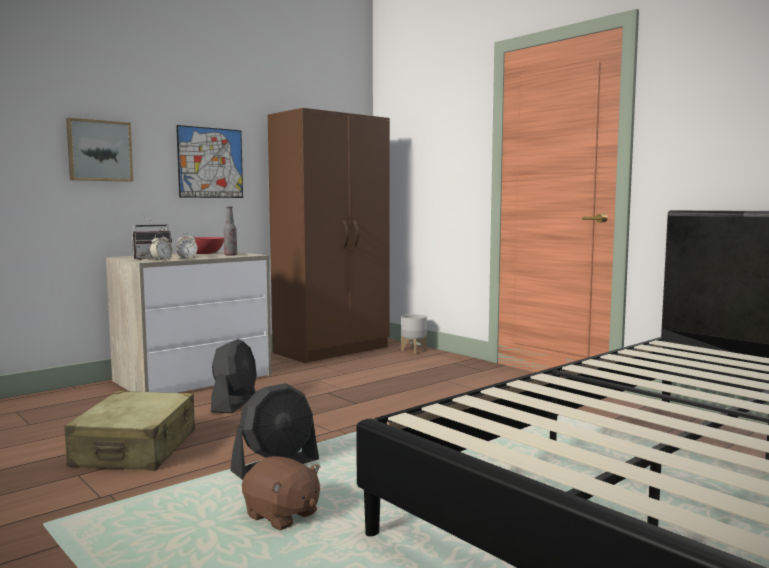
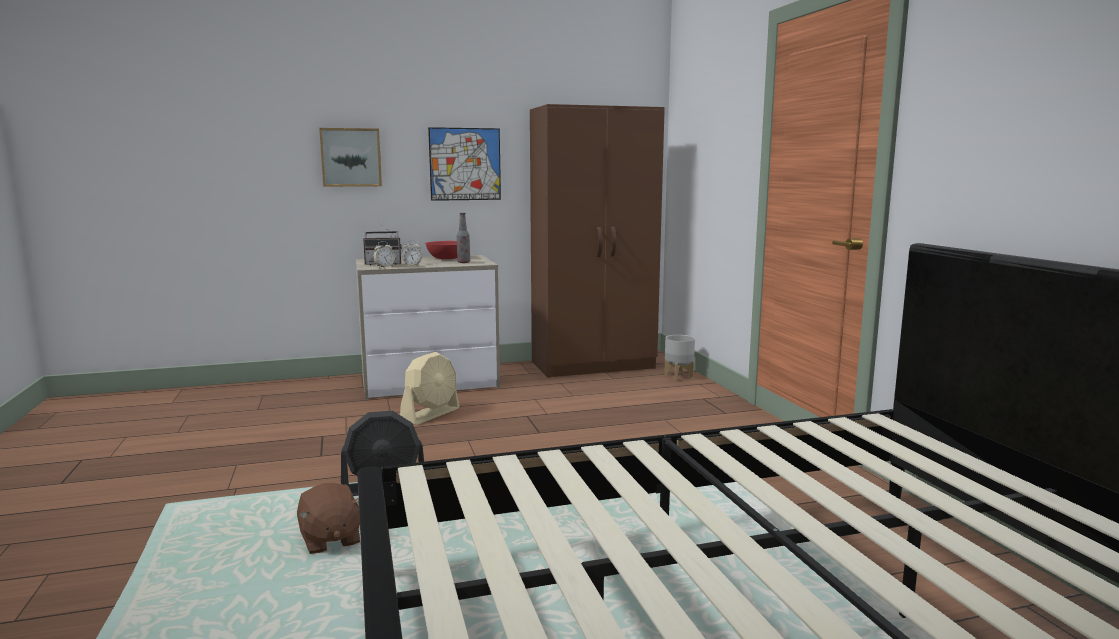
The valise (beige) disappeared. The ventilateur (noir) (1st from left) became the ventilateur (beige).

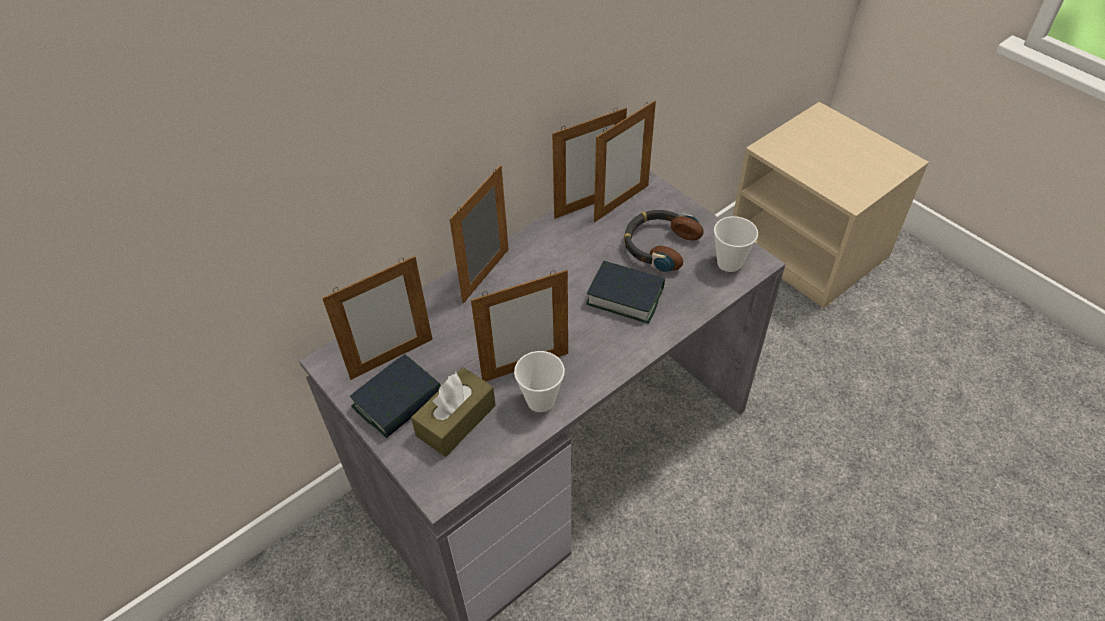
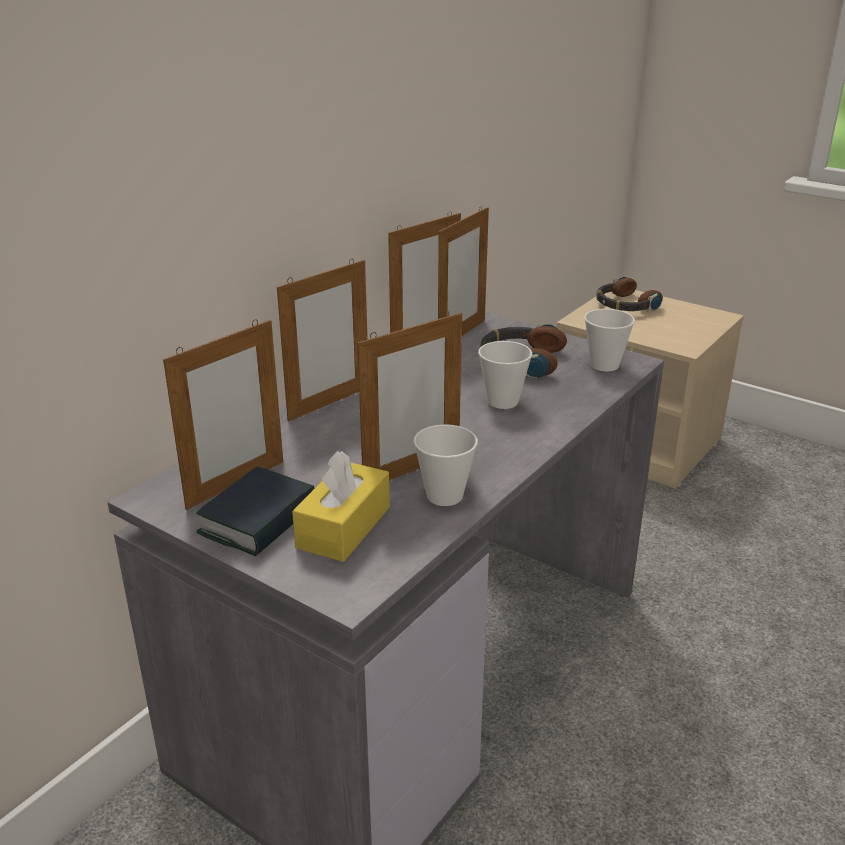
The boîte à mouchoirs (marron) became the boîte à mouchoirs (jaune). The cadre photo (2nd from left) turned 150 degrees counterclockwise. The livre (2nd from left) was replaced by the tasse (2nd from left). The casque audio (2nd from left) appeared.

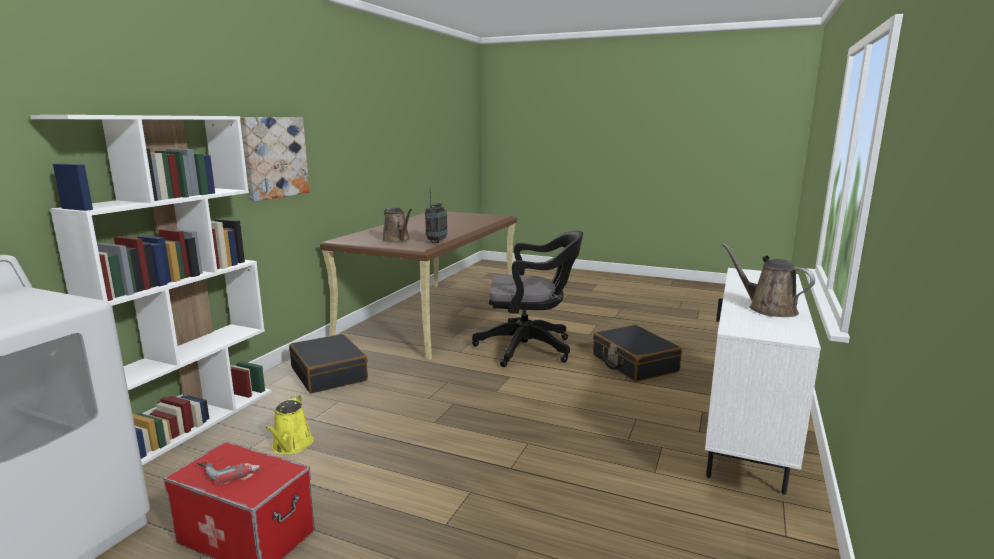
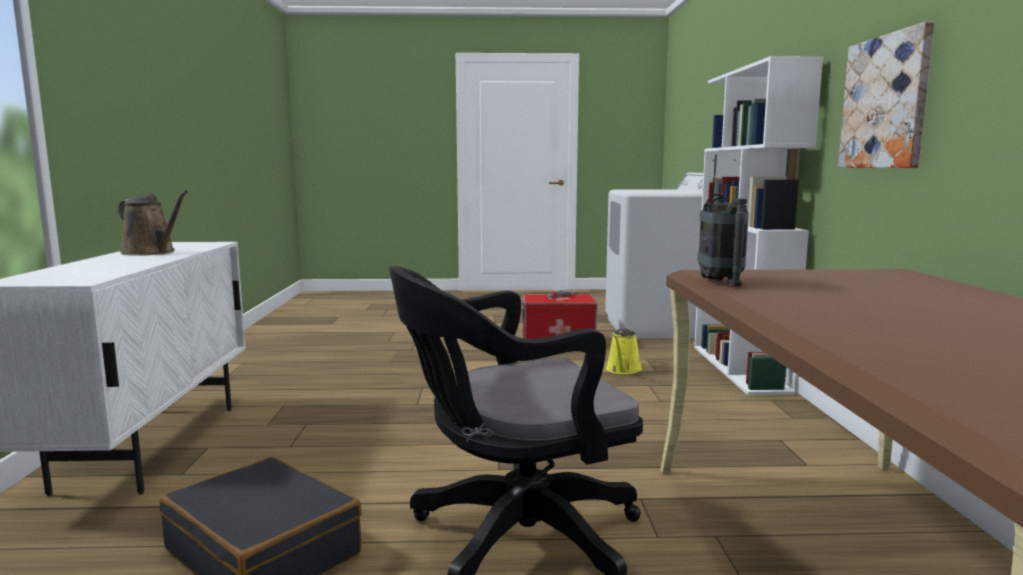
The arrosoir (jaune) turned 135 degrees counterclockwise. The valise (noir) (1st from left) disappeared. The arrosoir (marron) (1st from left) disappeared.

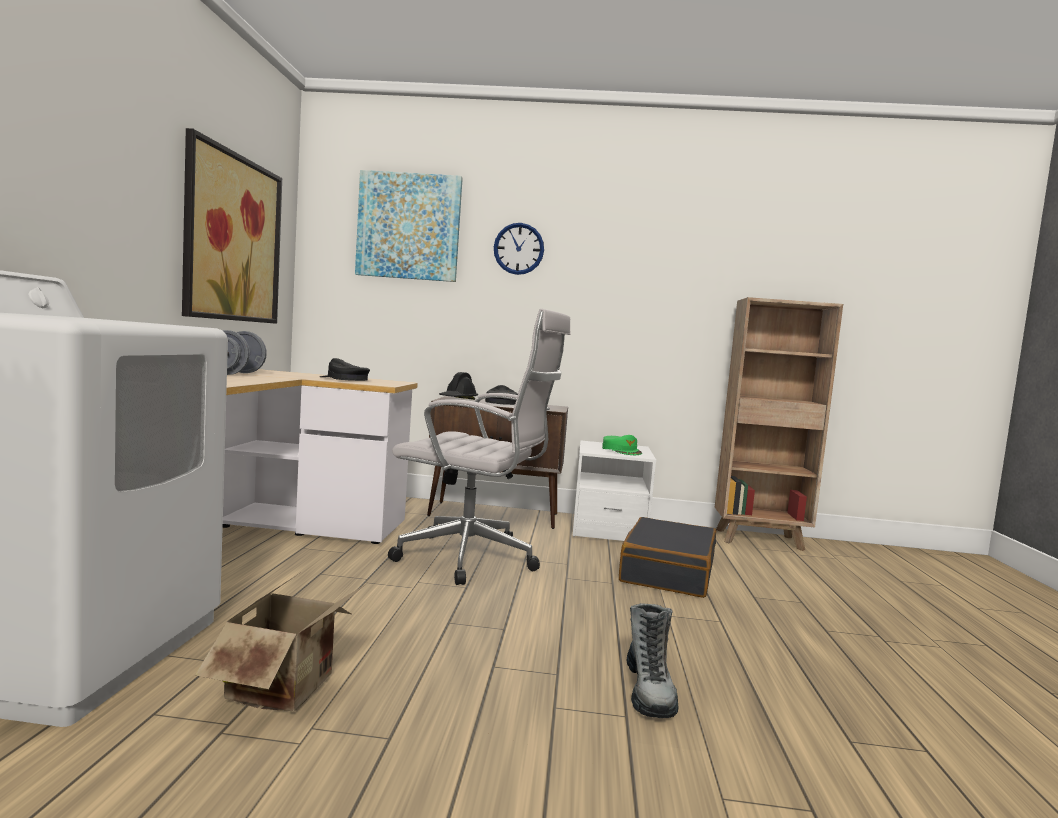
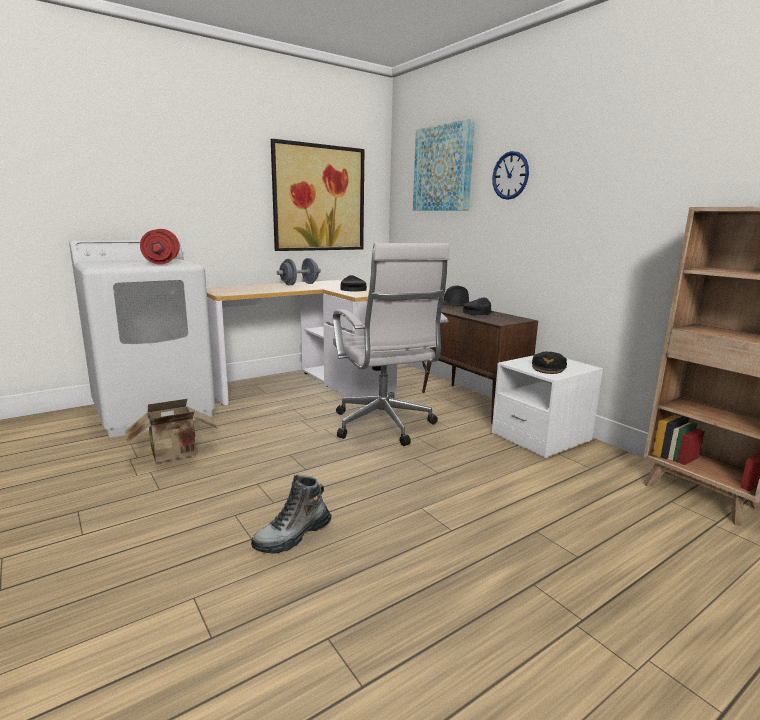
The casquette (vert) became the casquette (noir) (3rd from left). The valise (noir) disappeared. The haltère (rouge) appeared.

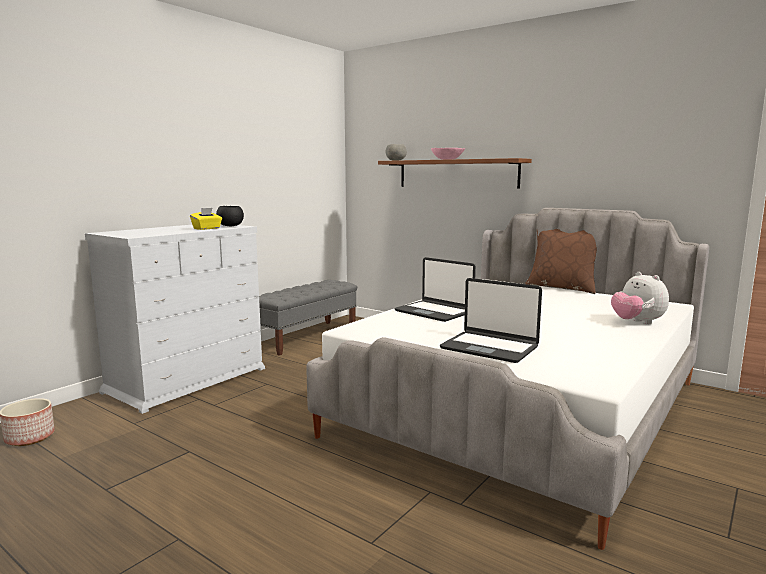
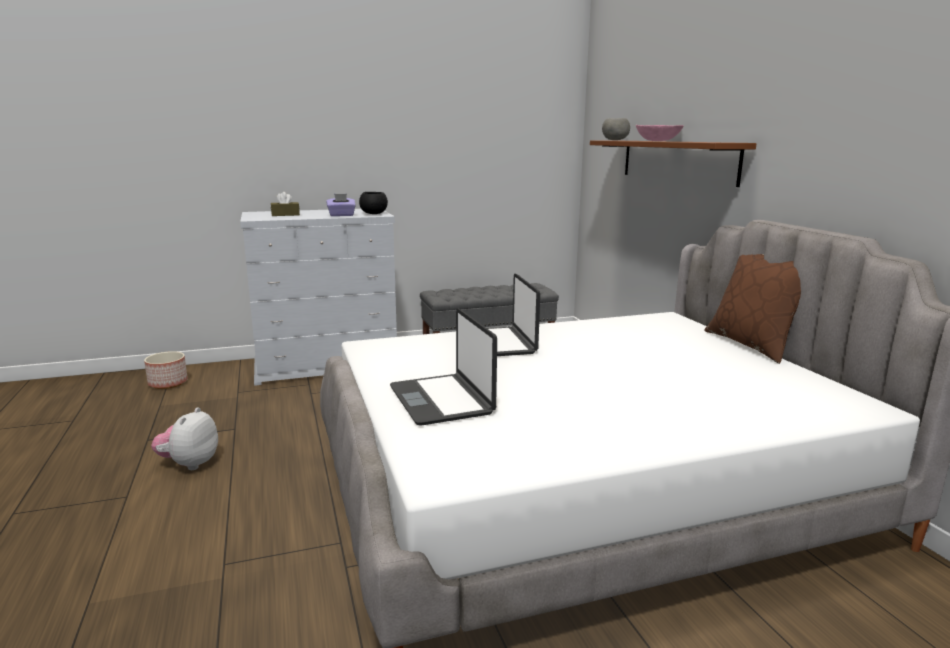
The boîte à mouchoirs (jaune) became the boîte à mouchoirs (violet). The peluche moved. The boîte à mouchoirs (marron) appeared.

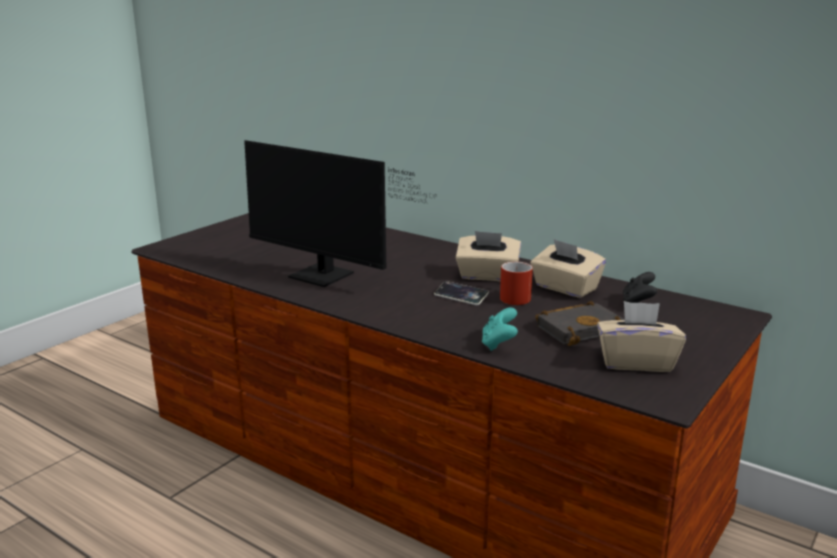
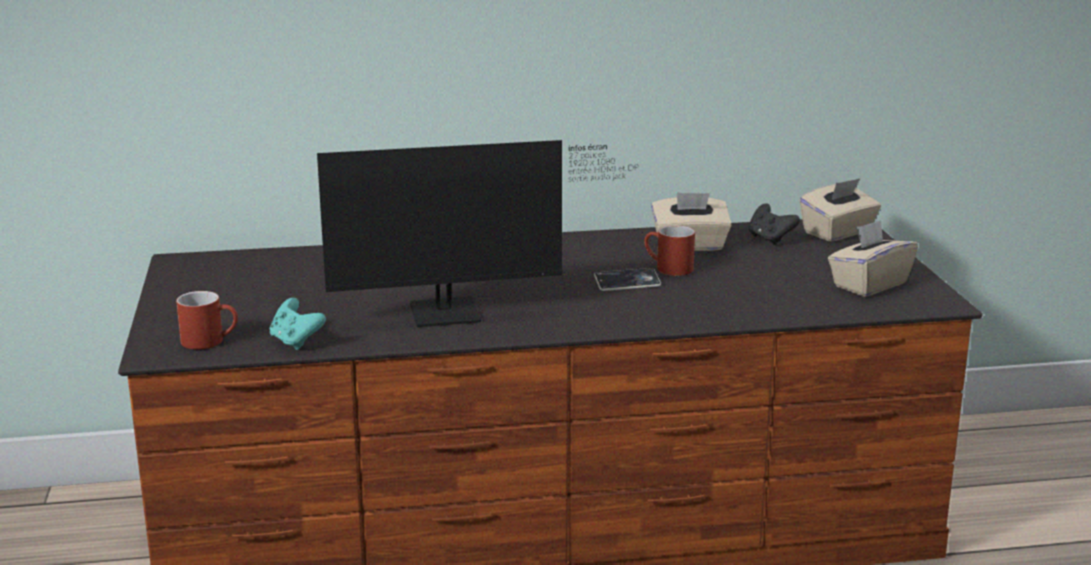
The boîte à mouchoirs (beige) (1st from left in the first image) moved. The manette (turquoise) moved. The livre (noir) disappeared. The mug (rouge) (1st from left) appeared.

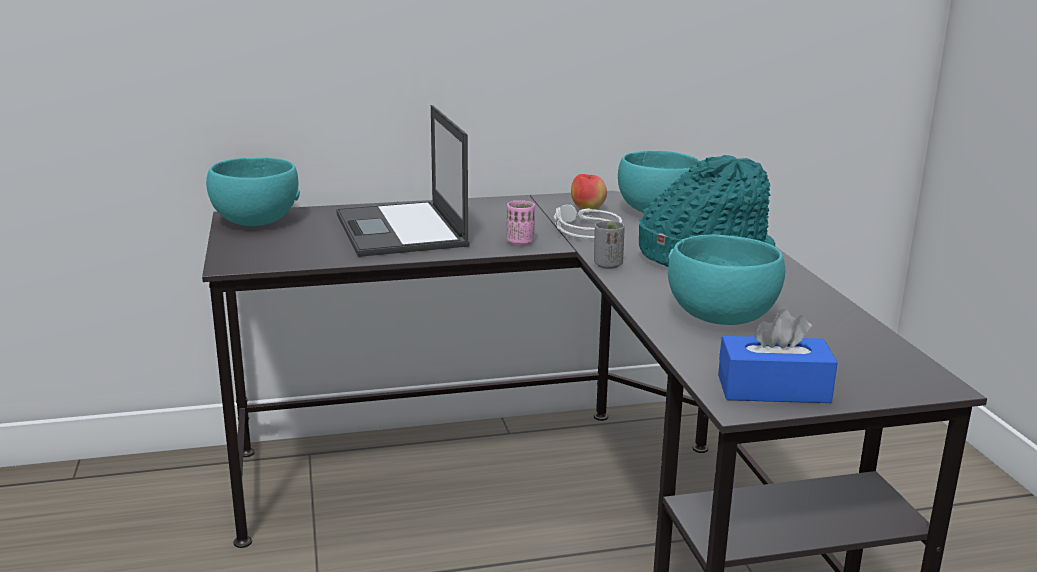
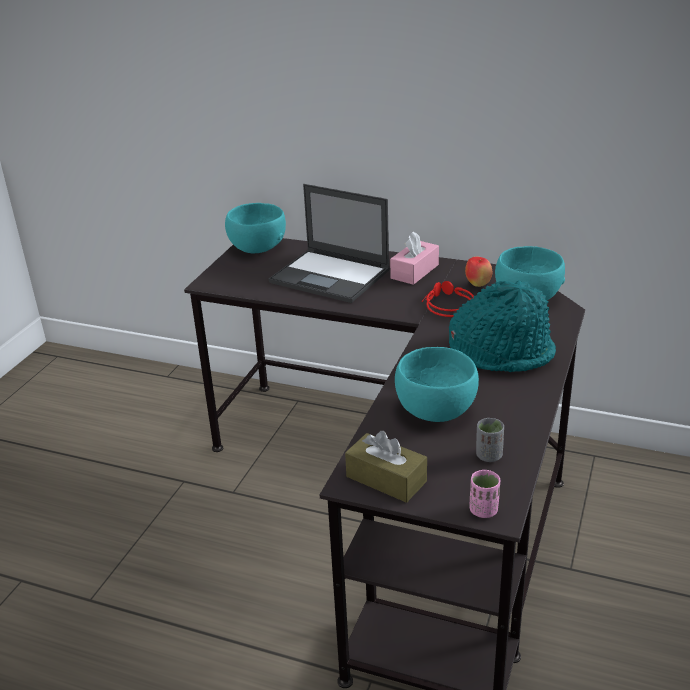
The ordinateur portable turned 75 degrees counterclockwise. The tasse (rose) moved. The casque audio (gris) became the casque audio (rouge). The tasse (gris) moved. The boîte à mouchoirs (bleu) became the boîte à mouchoirs (marron). The boîte à mouchoirs (rose) appeared.

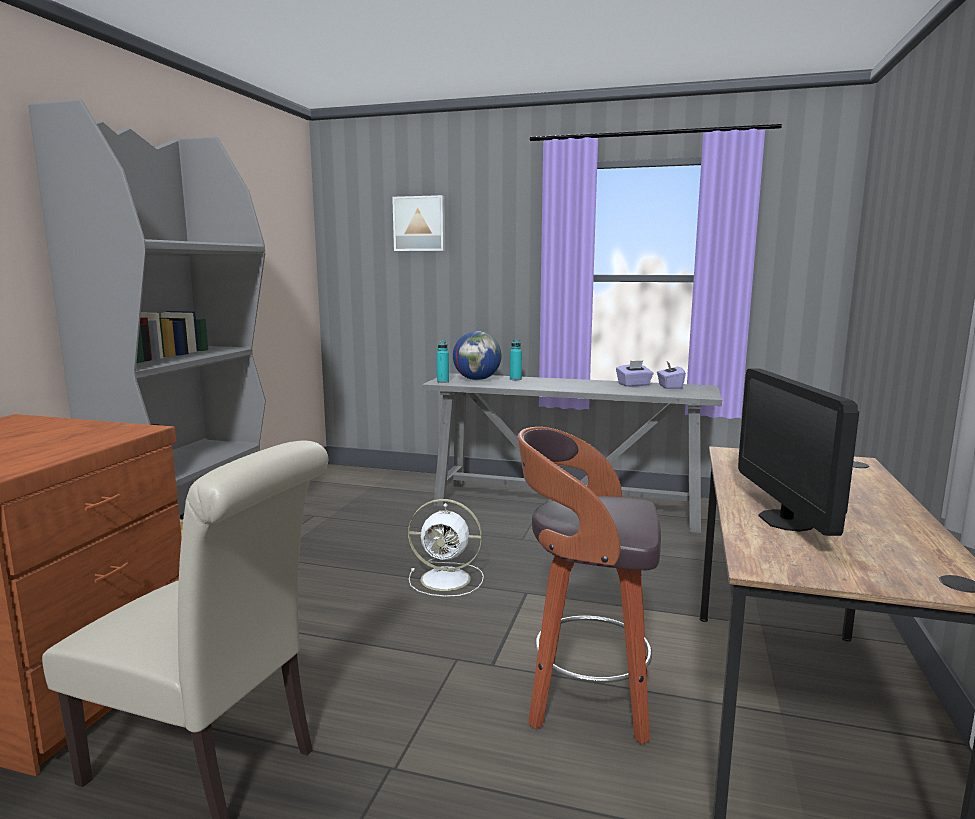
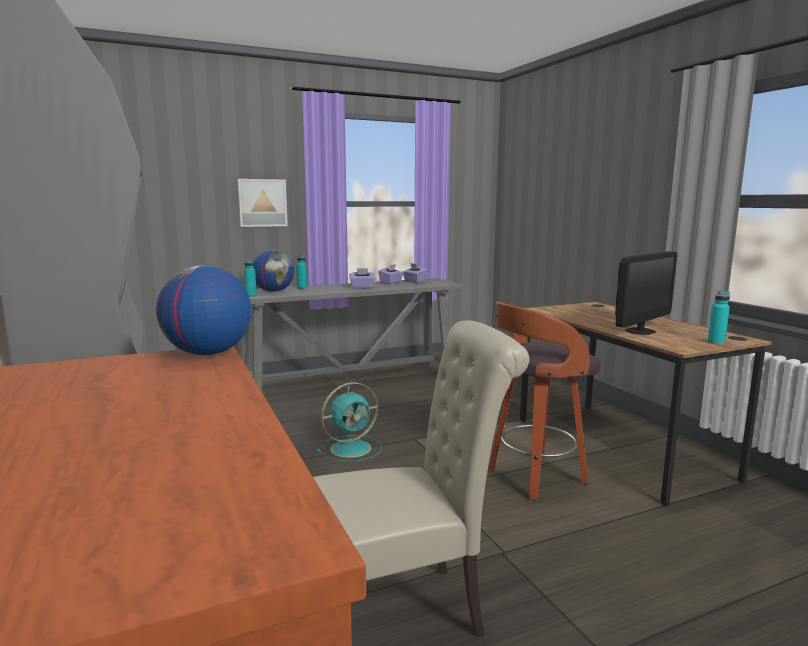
The tableau moved. The ventilateur (blanc) became the ventilateur (turquoise). The écran d'ordinateur turned 90 degrees counterclockwise. The globe (1st from left) appeared. The boîte à mouchoirs (violet) (1st from left) appeared. The bouteille (turquoise) (3rd from left) appeared.

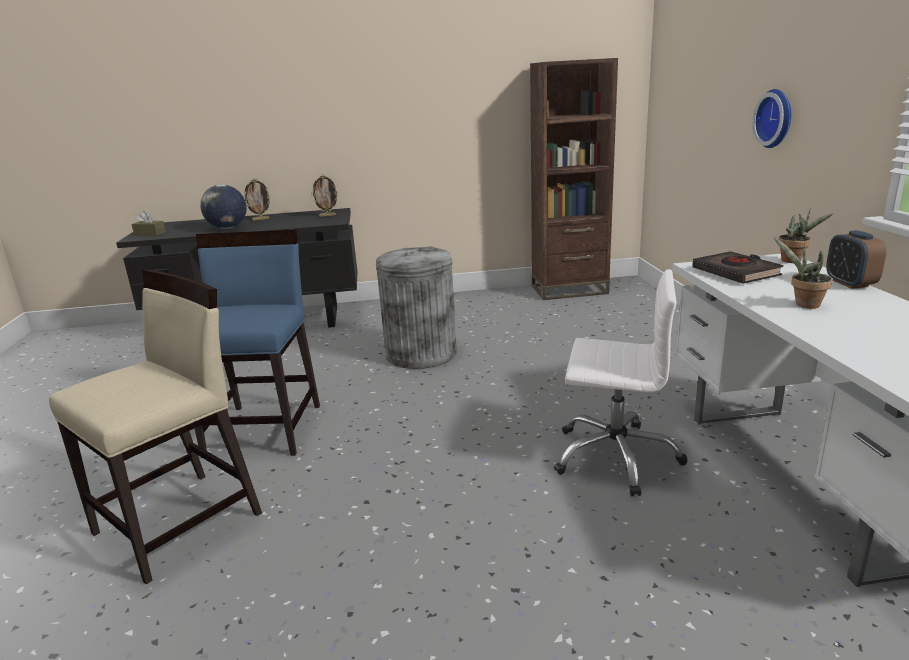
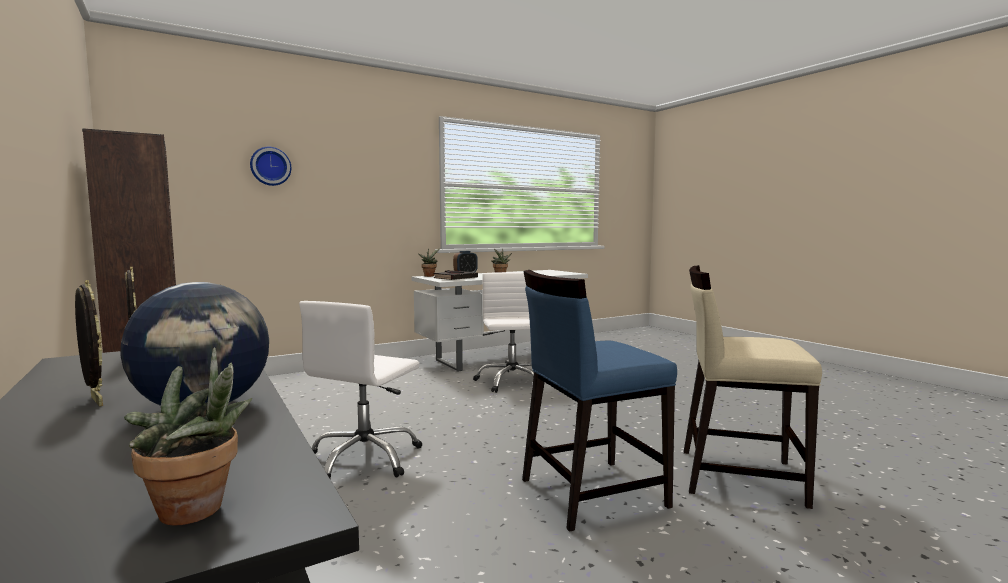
The boîte à mouchoirs (marron) was replaced by the plante en pot (1st from left). The poubelle (gris) was replaced by the chaise de bureau (blanc) (1st from left). The horloge murale moved.

